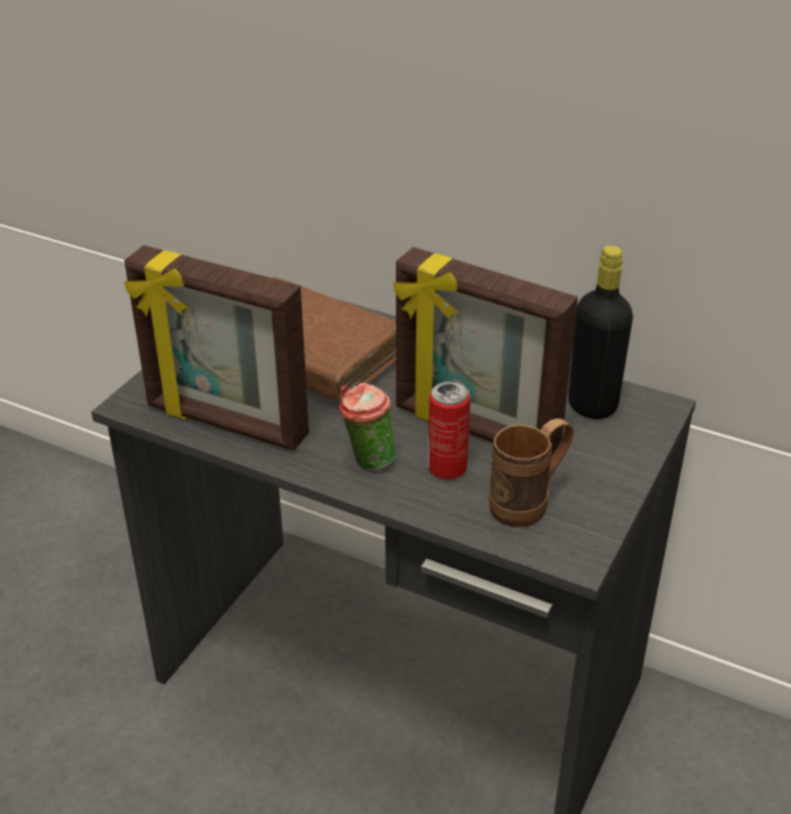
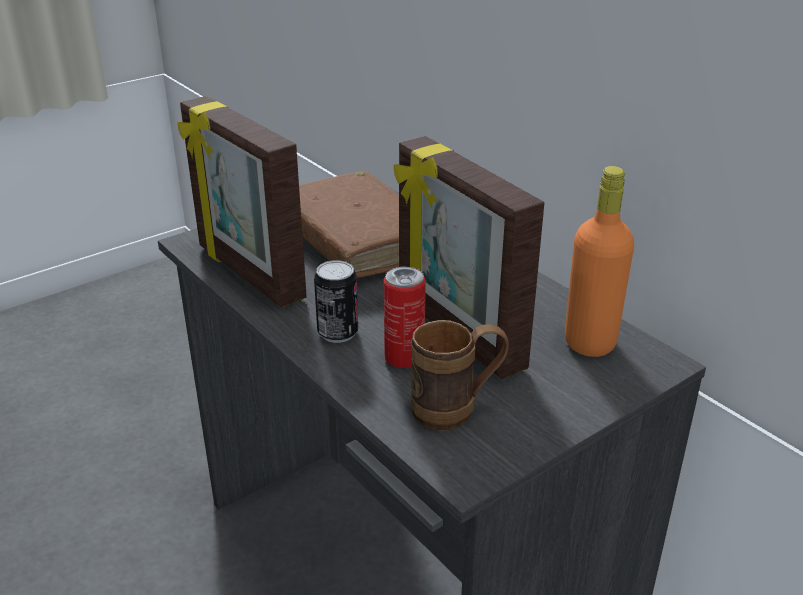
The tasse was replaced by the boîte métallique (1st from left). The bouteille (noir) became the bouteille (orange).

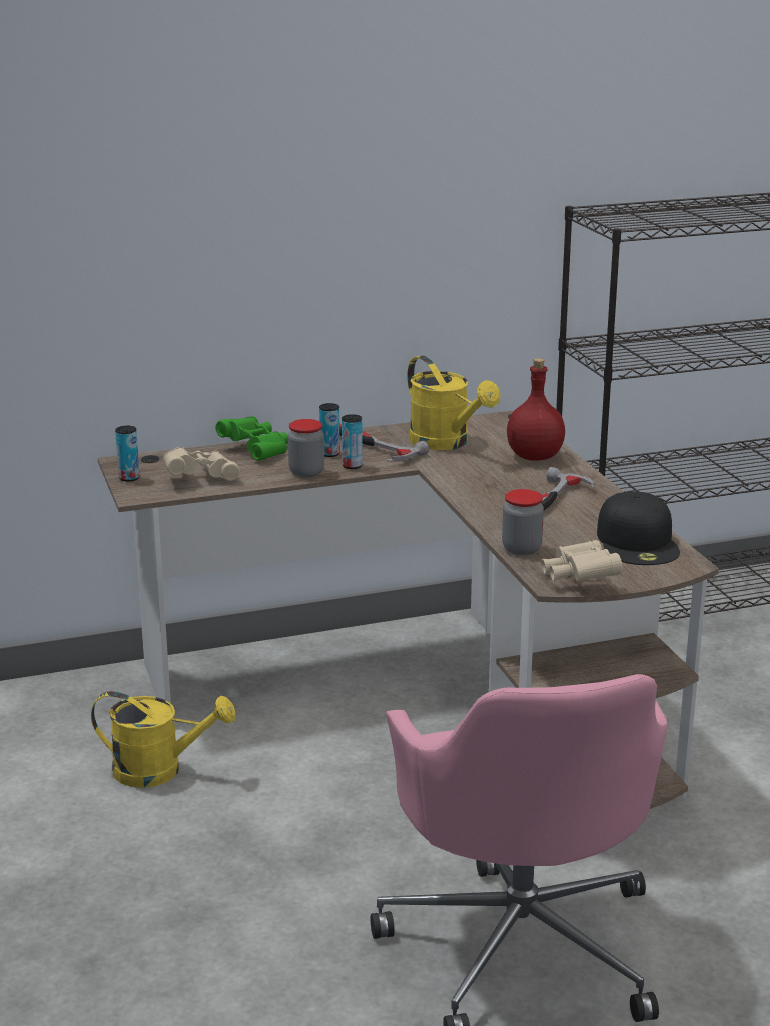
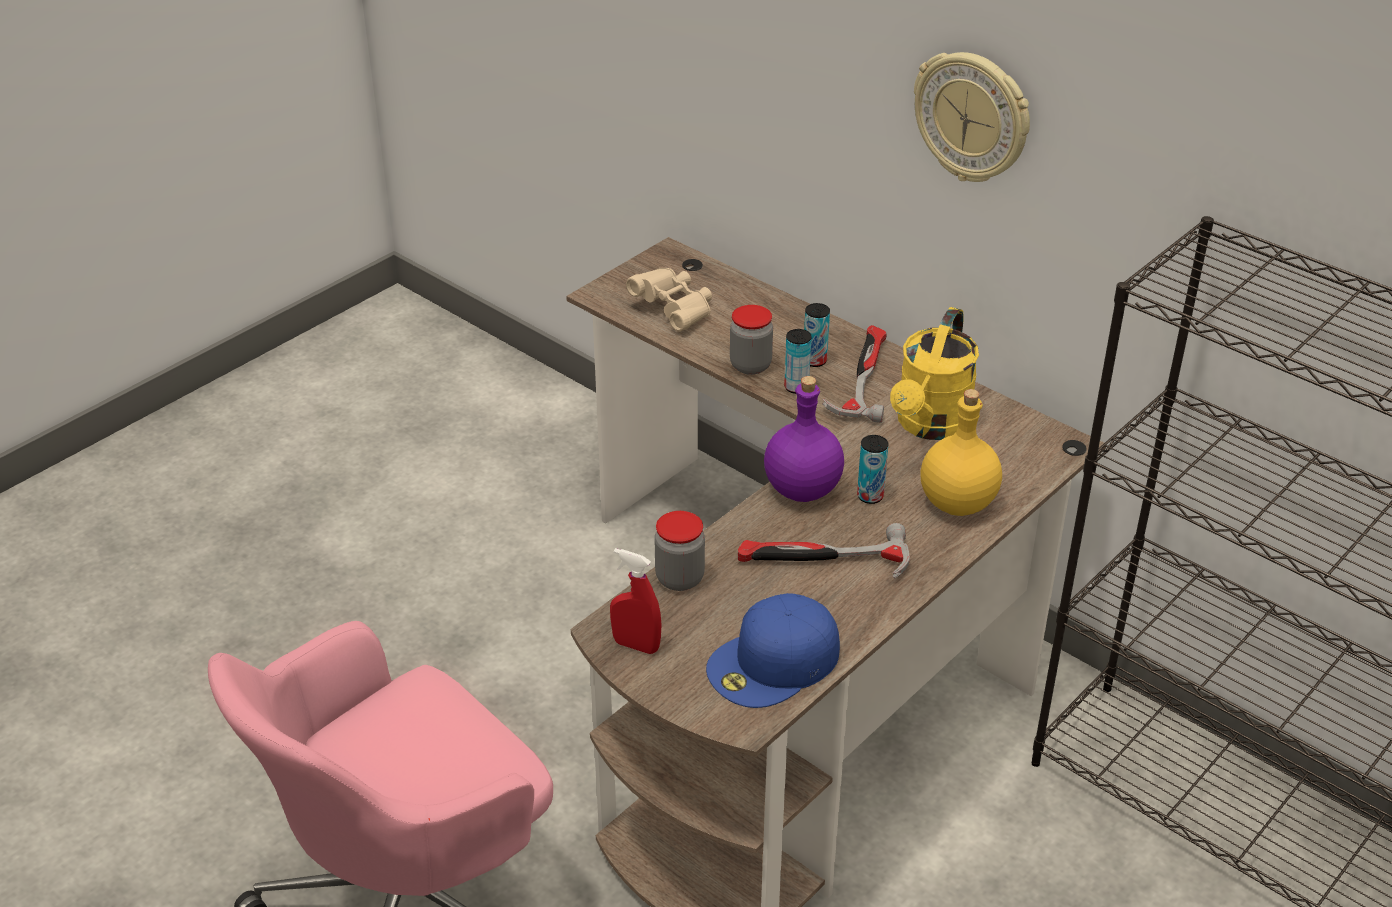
The arrosoir (jaune) (1st from left) disappeared. The boîte métallique (1st from left in the first image) moved. The jumelles (vert) disappeared. The bouteille (rouge) became the bouteille (jaune). The jumelles (beige) (2nd from left) was replaced by the vaporisateur (rouge). The casquette (noir) became the casquette (bleu). The bouteille (violet) appeared. The horloge murale appeared.

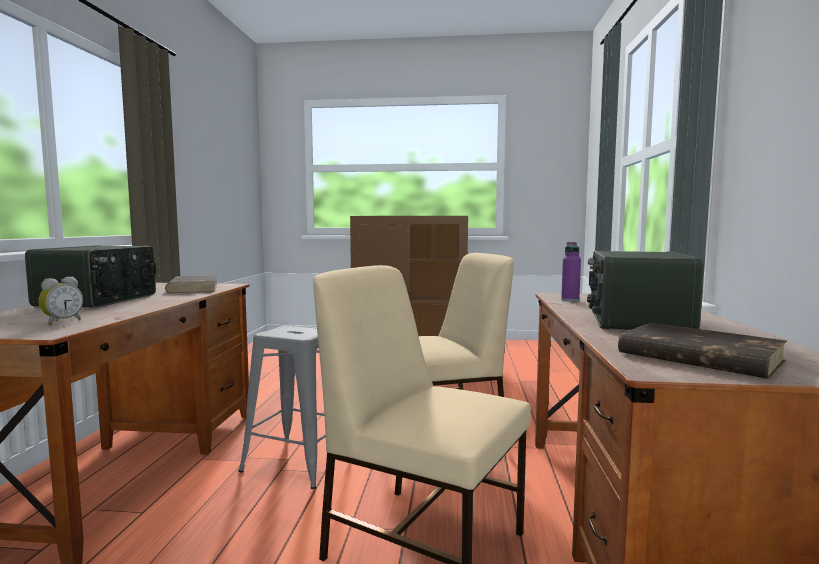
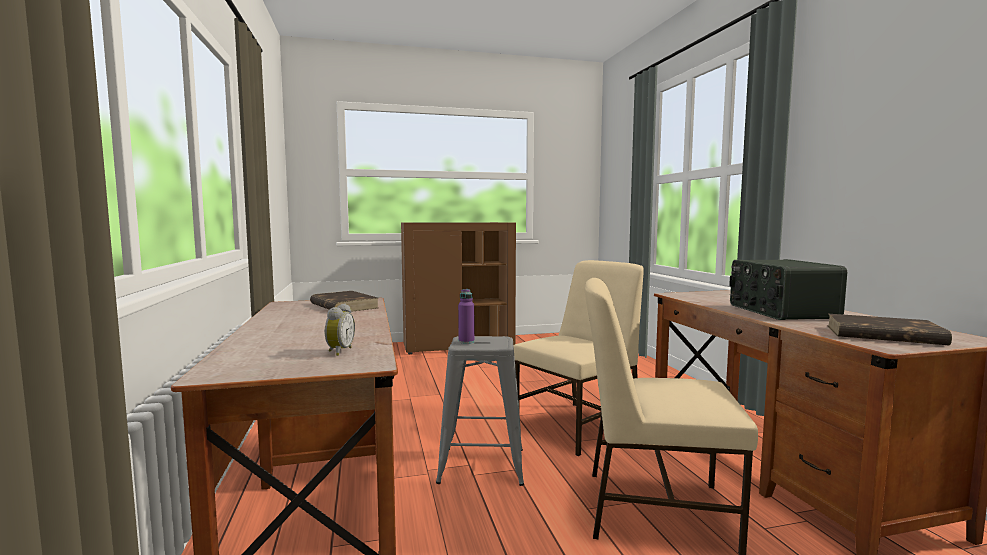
The radio (1st from left) disappeared. The bouteille (violet) moved.

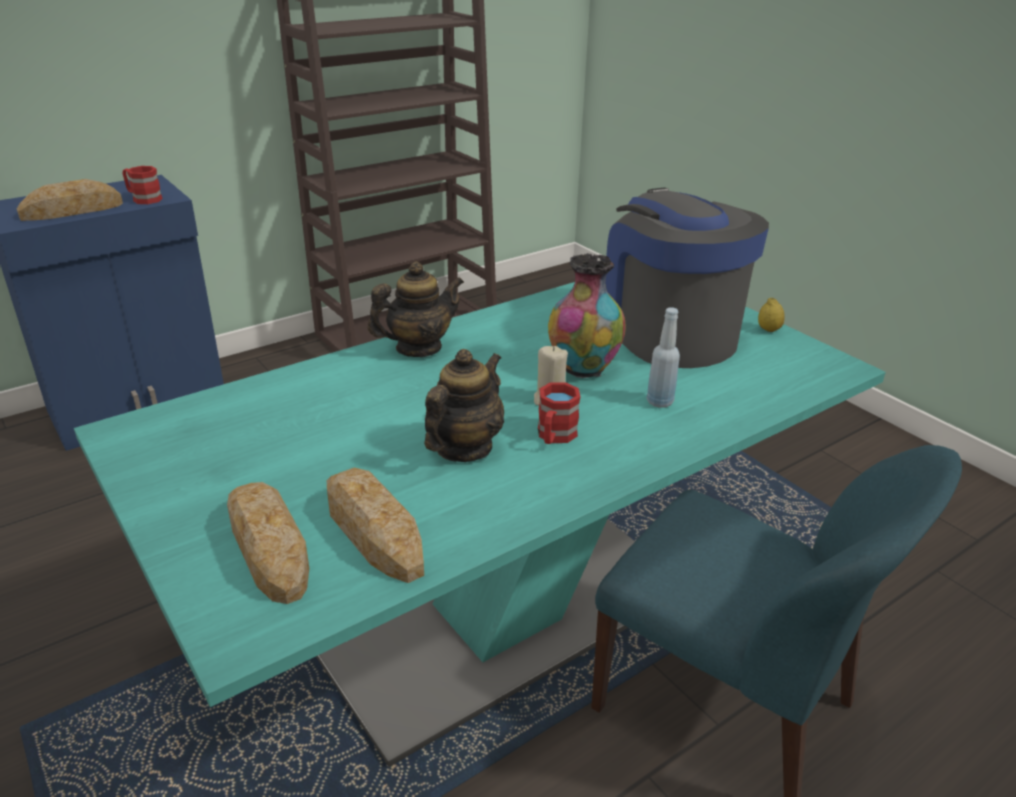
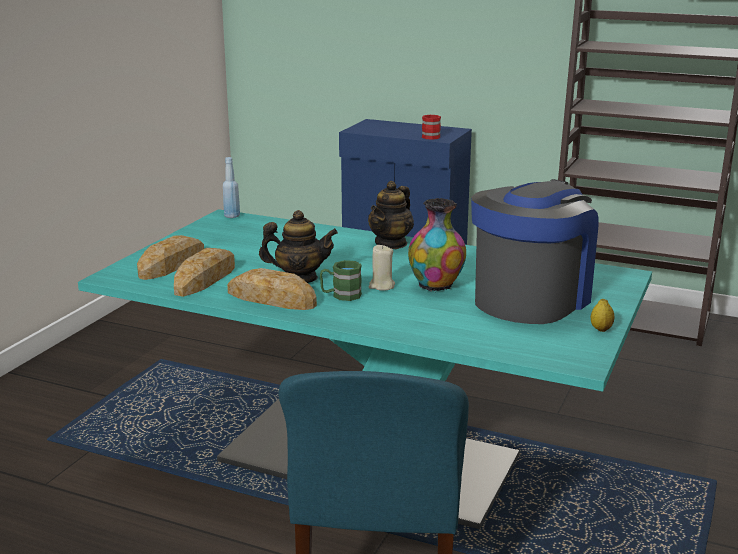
The pain (1st from left in the first image) moved. The théière (1st from left in the first image) turned 90 degrees clockwise. The mug (rouge) (2nd from left) became the mug (vert). The bouteille (bleu) moved.

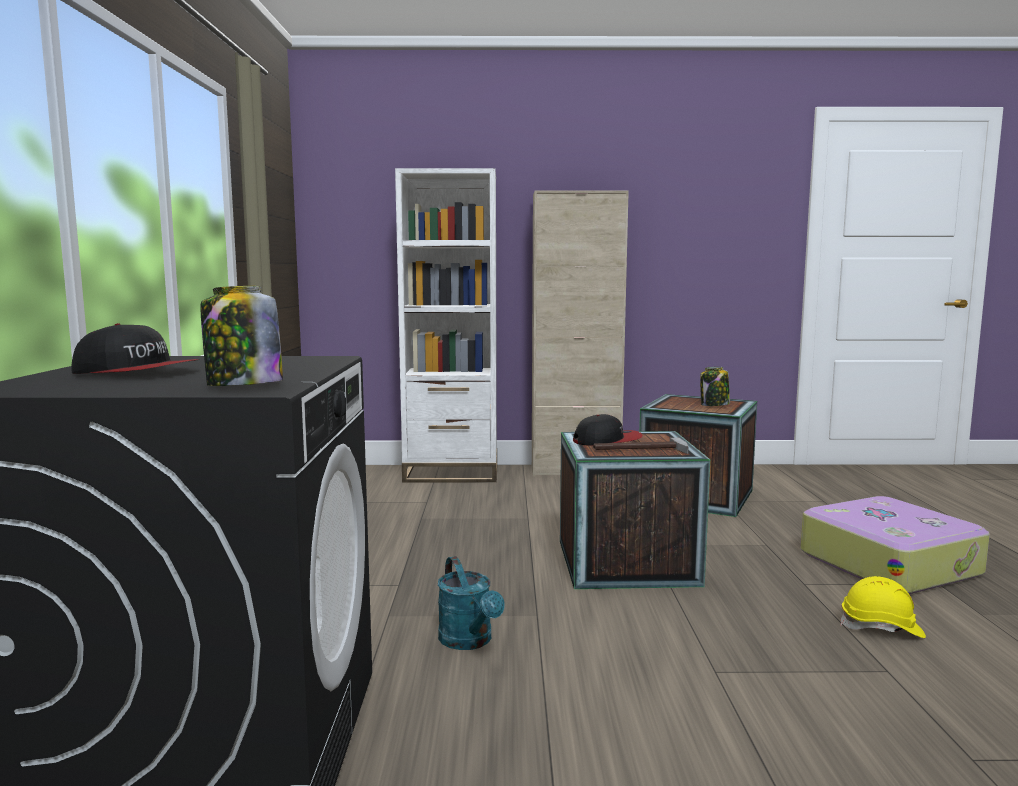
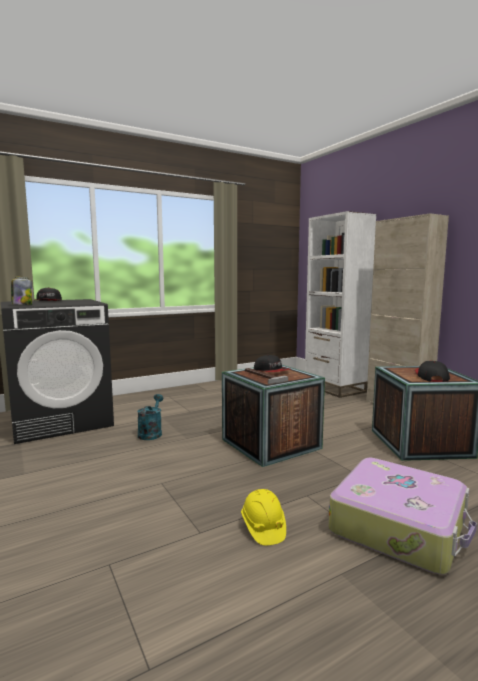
The arrosoir (turquoise) turned 150 degrees clockwise. The bocal (2nd from left) was replaced by the casquette (3rd from left).

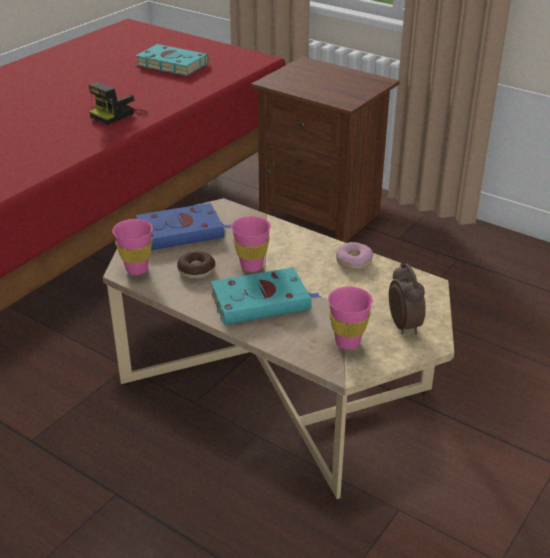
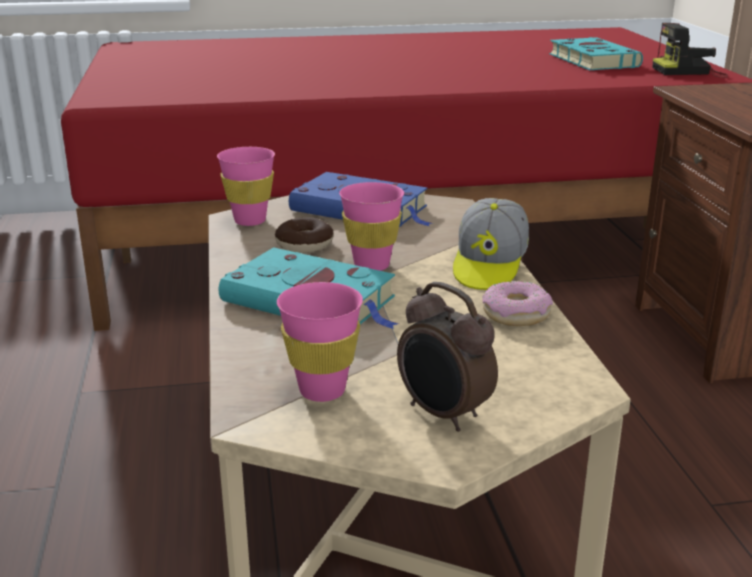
The appareil photo moved. The réveil turned 105 degrees clockwise. The casquette appeared.

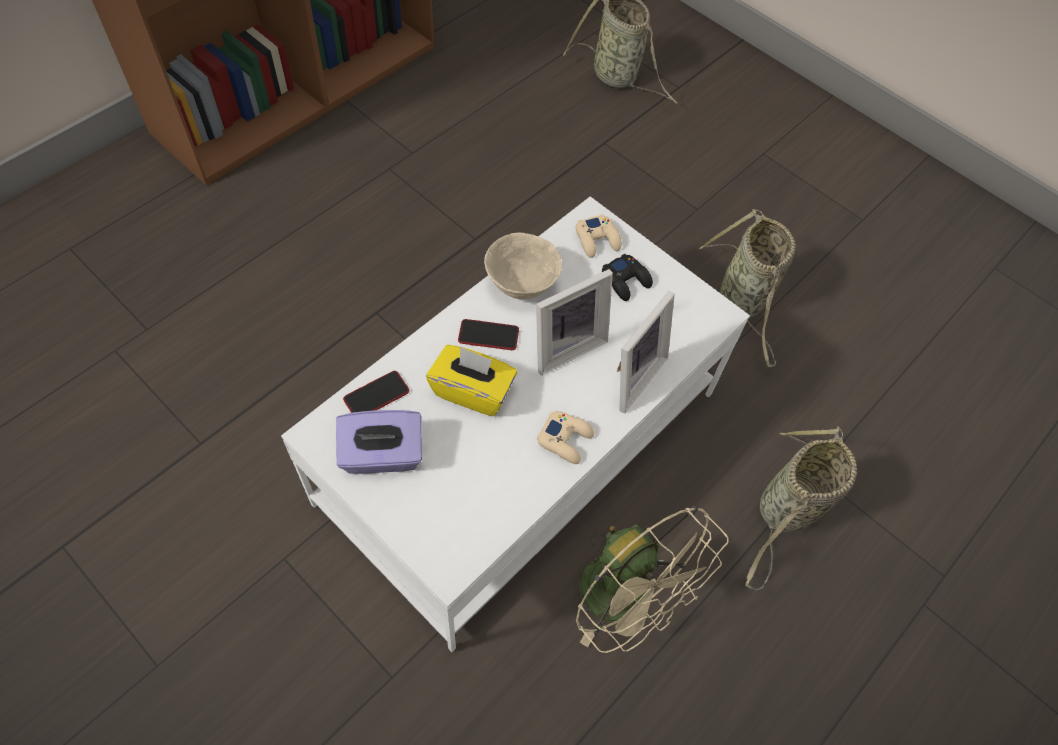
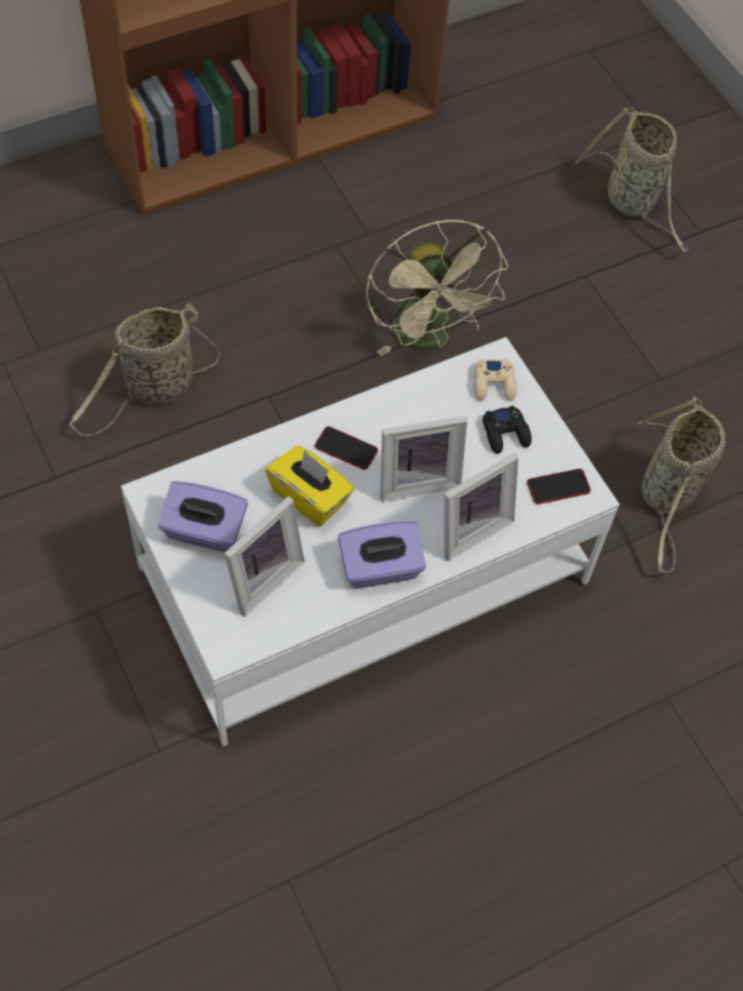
The téléphone (1st from left in the first image) moved. The bol (beige) disappeared. The manette (beige) (1st from left) was replaced by the boîte à mouchoirs (violet) (2nd from left). The ventilateur (beige) moved. The panier (3rd from left in the first image) moved. The cadre photo (1st from left) appeared.

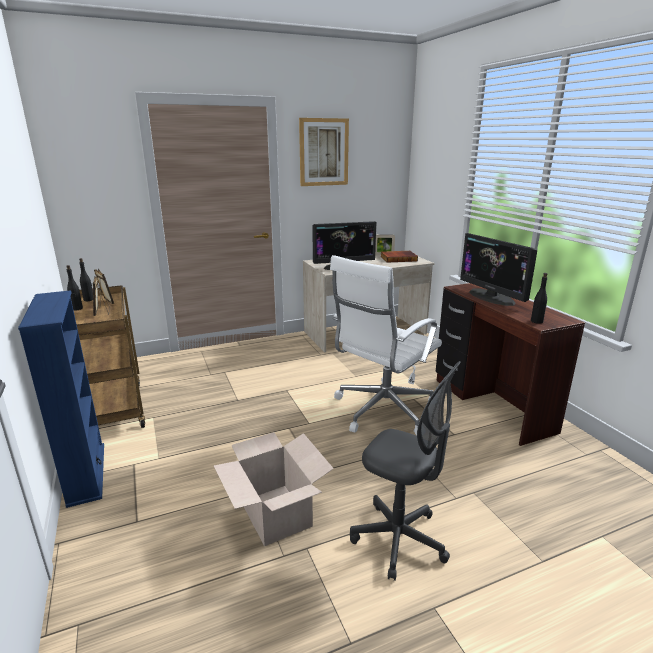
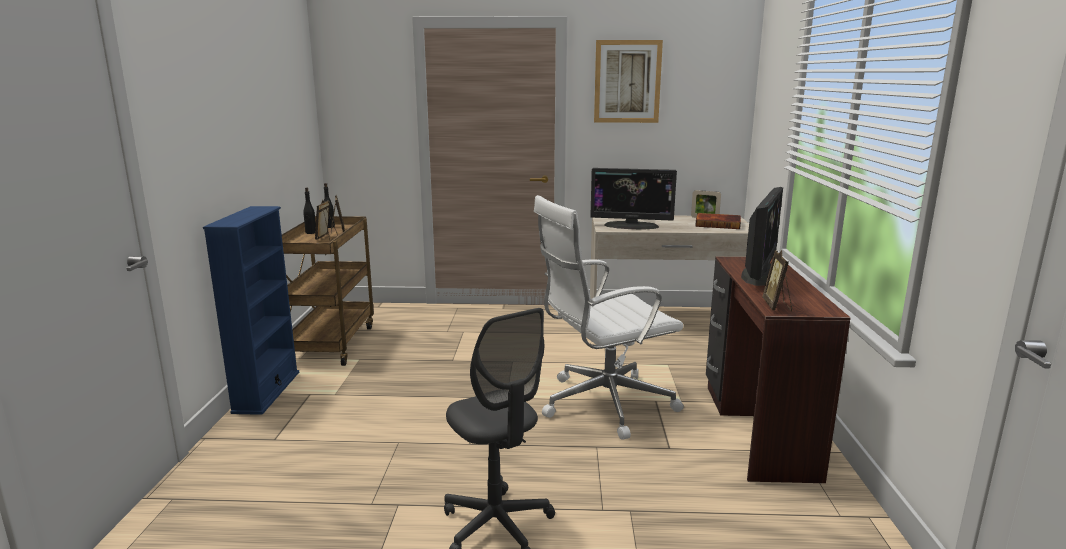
The carton disappeared. The écran d'ordinateur (2nd from left) turned 150 degrees counterclockwise. The bouteille (noir) (3rd from left) was replaced by the cadre photo (4th from left).

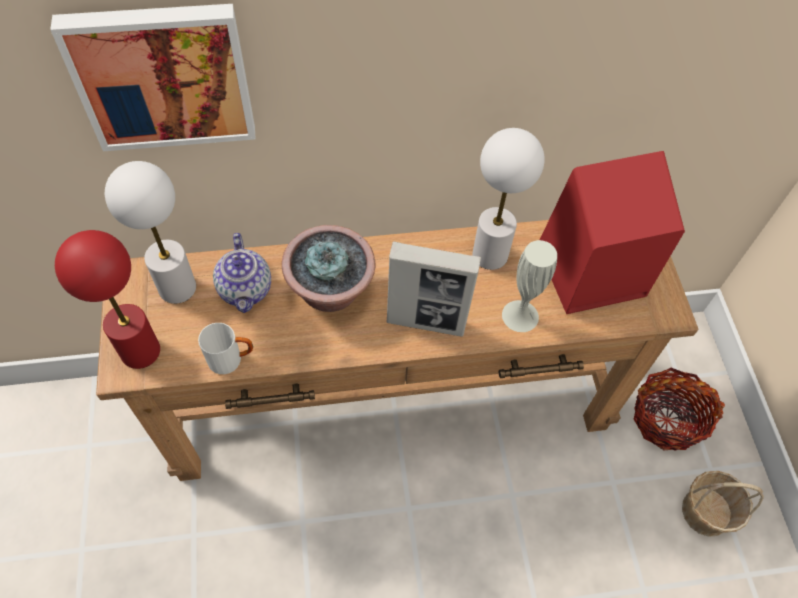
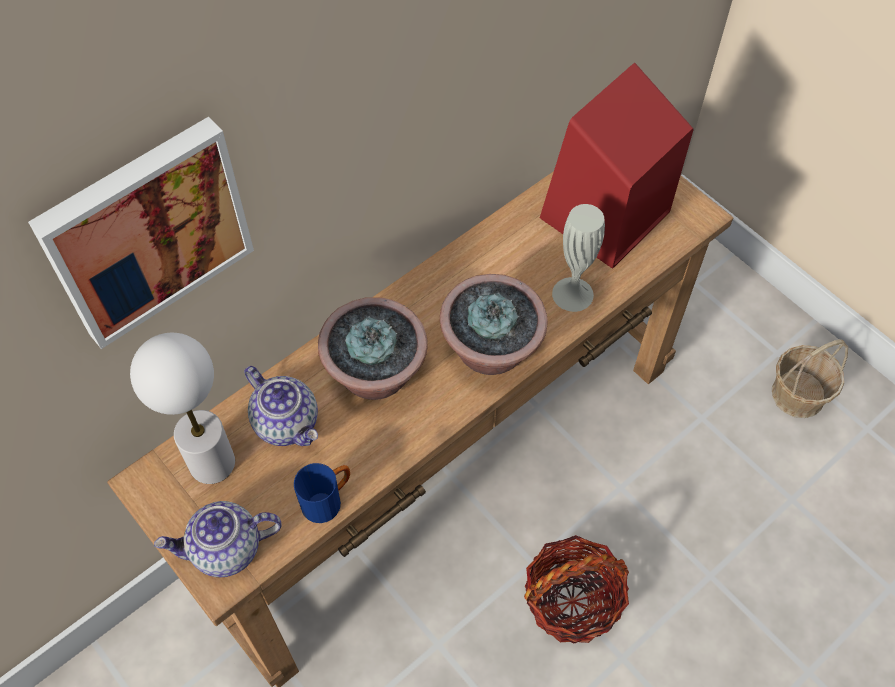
The lampe de table (rouge) was replaced by the théière (1st from left). The mug (blanc) became the mug (bleu). The cadre photo was replaced by the plante en pot (2nd from left). The lampe de table (blanc) (2nd from left) disappeared. The panier (1st from left) moved.

